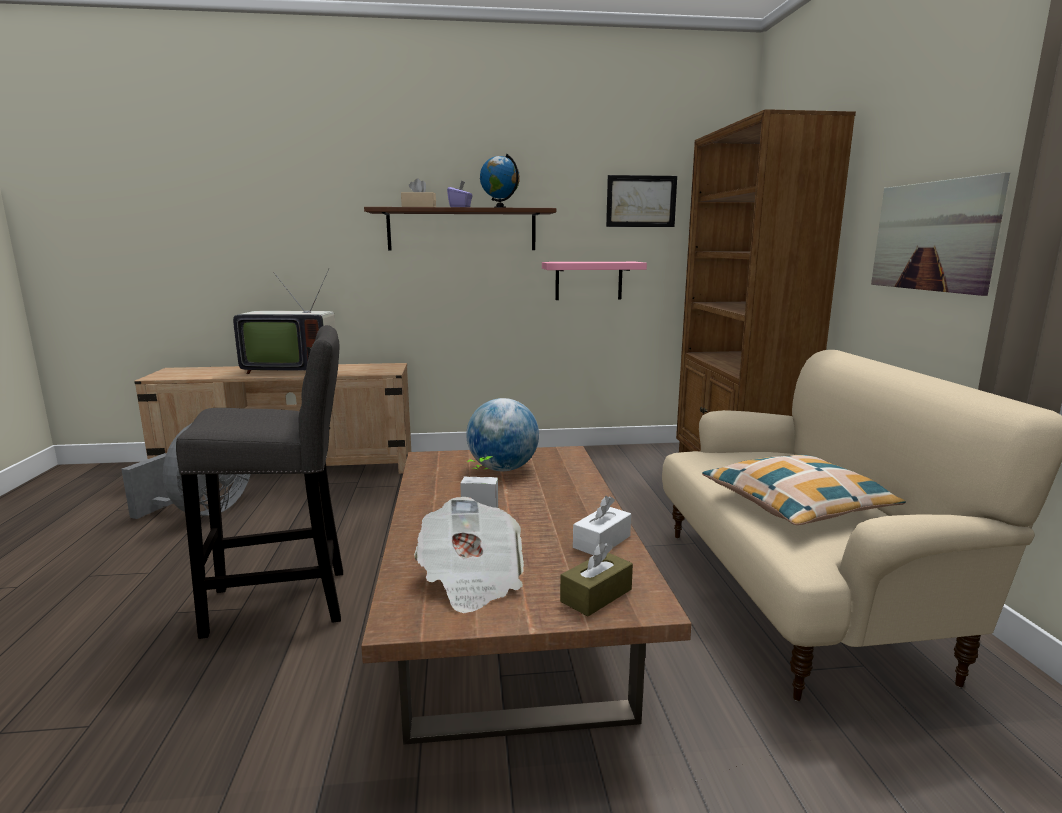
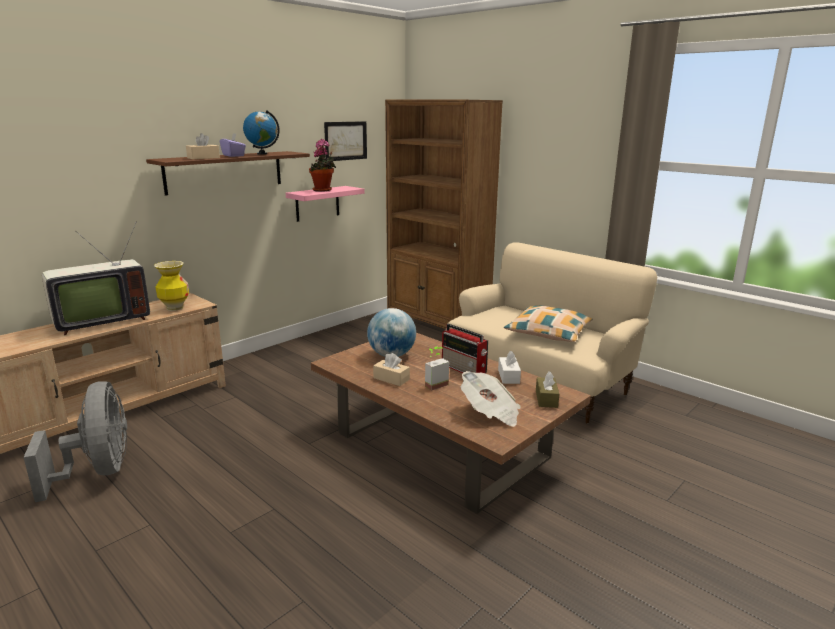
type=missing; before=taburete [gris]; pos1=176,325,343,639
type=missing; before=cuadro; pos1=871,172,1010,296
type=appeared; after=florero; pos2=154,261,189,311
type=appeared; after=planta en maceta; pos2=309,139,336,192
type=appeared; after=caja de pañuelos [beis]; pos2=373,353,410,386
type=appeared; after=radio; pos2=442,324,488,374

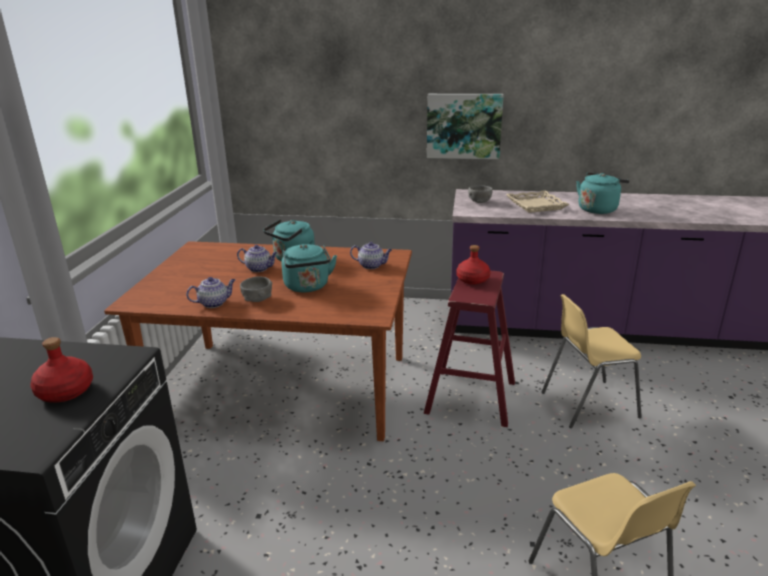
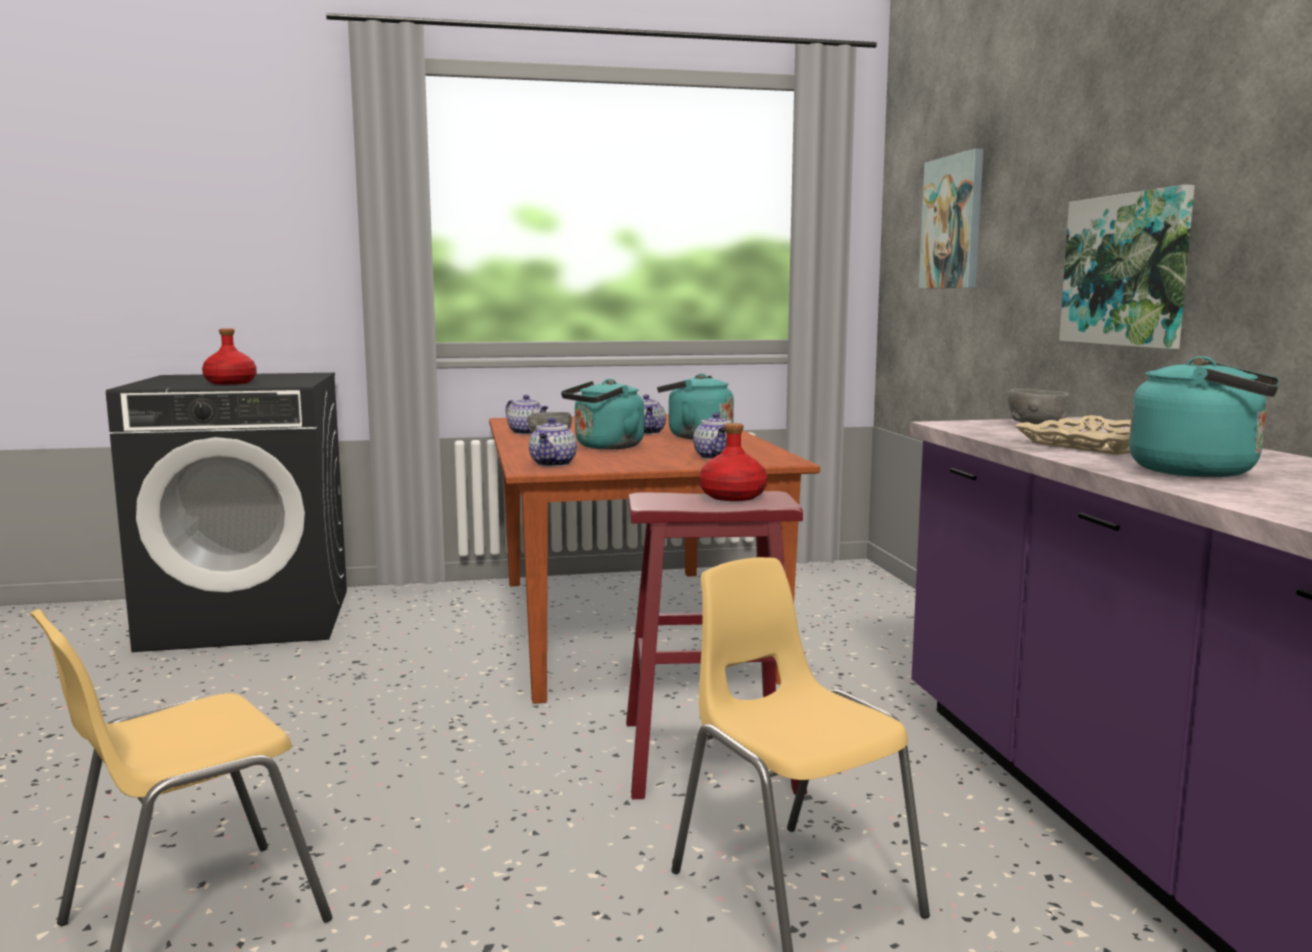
type=appeared; after=tetera; pos2=529,417,577,467
type=appeared; after=cuadro; pos2=919,149,984,289

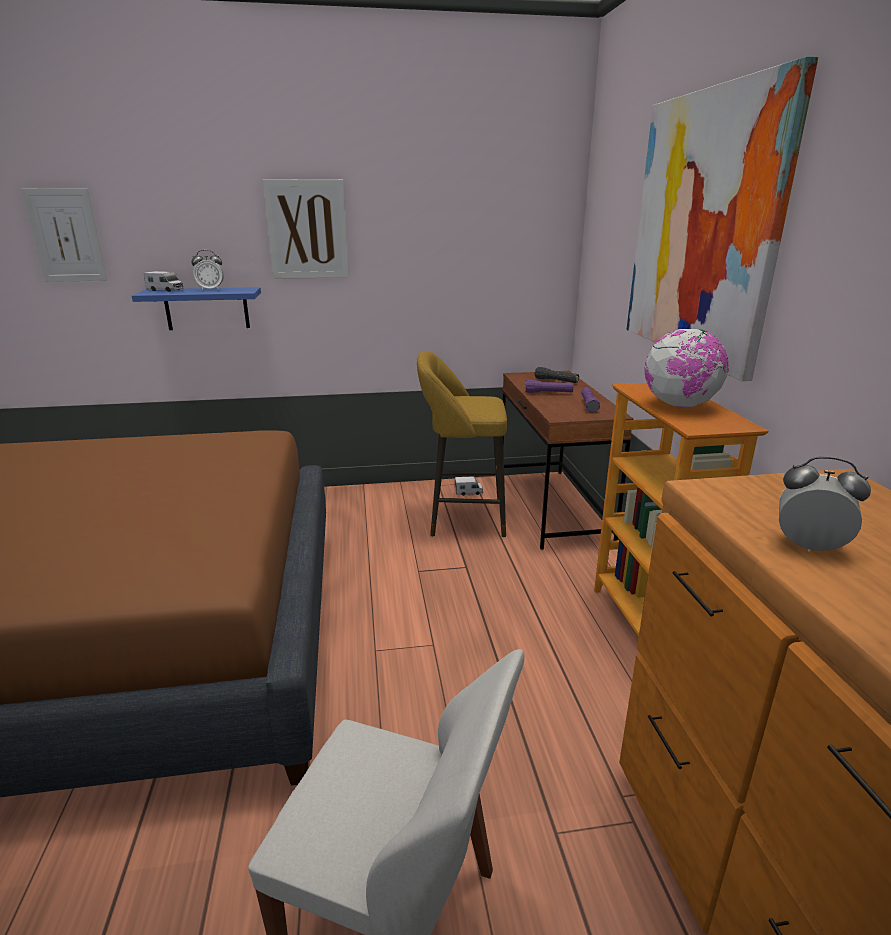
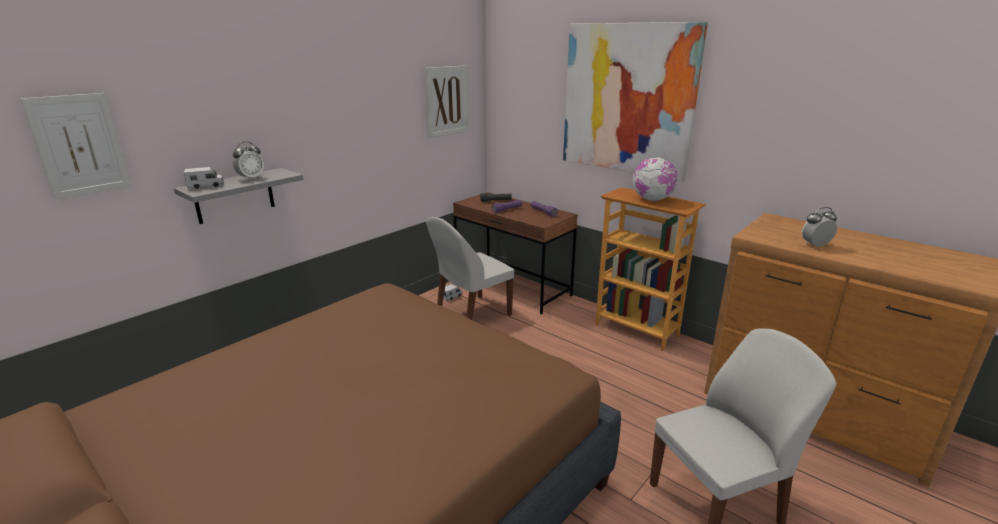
type=relocated; before=cuadro; pos1=263,179,349,279; pos2=424,65,468,138
type=exchanged; before=taburete [amarillo]; after=silla [blanco]; pos1=417,351,507,537; pos2=426,217,514,320
type=colour; before=estante [azul]; after=estante [gris]; pos1=132,287,261,330; pos2=174,168,304,224

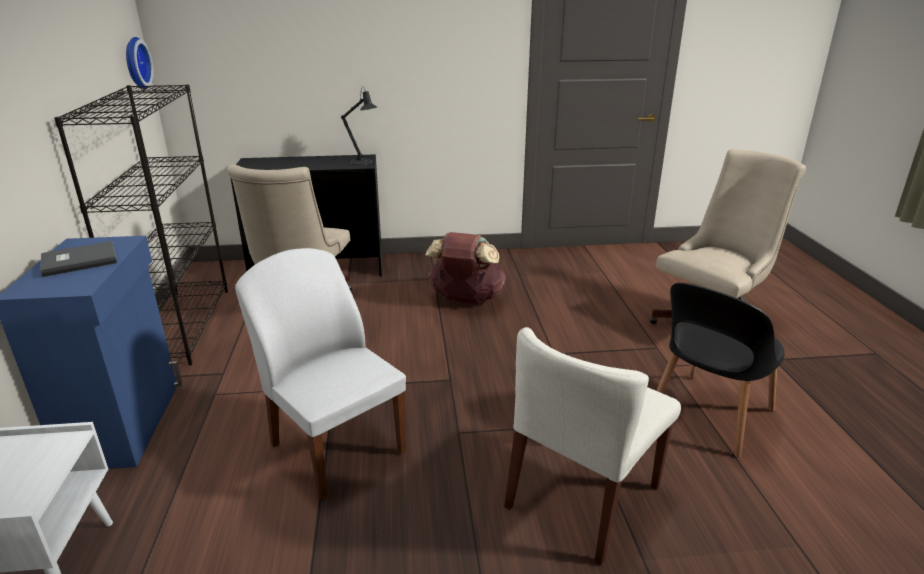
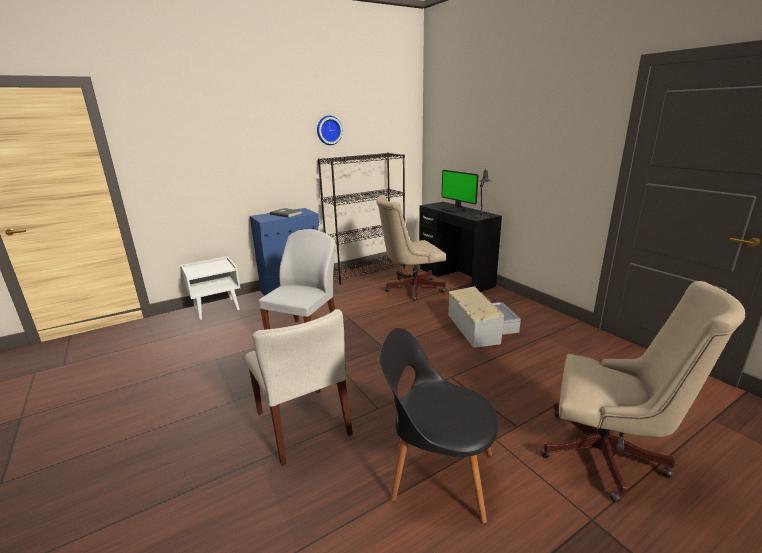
type=appeared; after=monitor; pos2=441,170,479,213
type=relocated; before=reloj de pared; pos1=126,37,153,89; pos2=317,116,343,145
type=exchanged; before=mochila [marrón]; after=caja de almacenaje [gris]; pos1=425,232,506,303; pos2=449,286,521,348
type=spun; before=silla [beis]; pos1=504,327,681,566; pos2=245,309,353,466; turn=-135

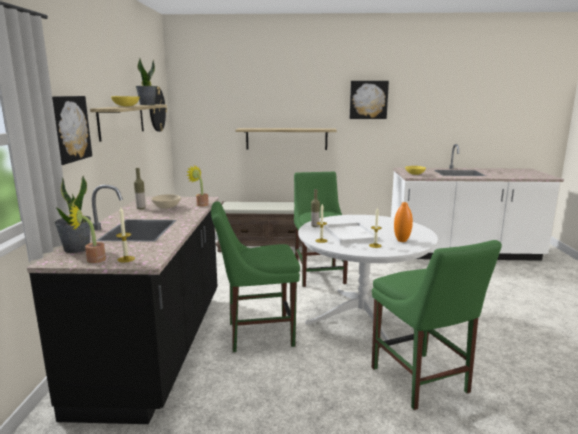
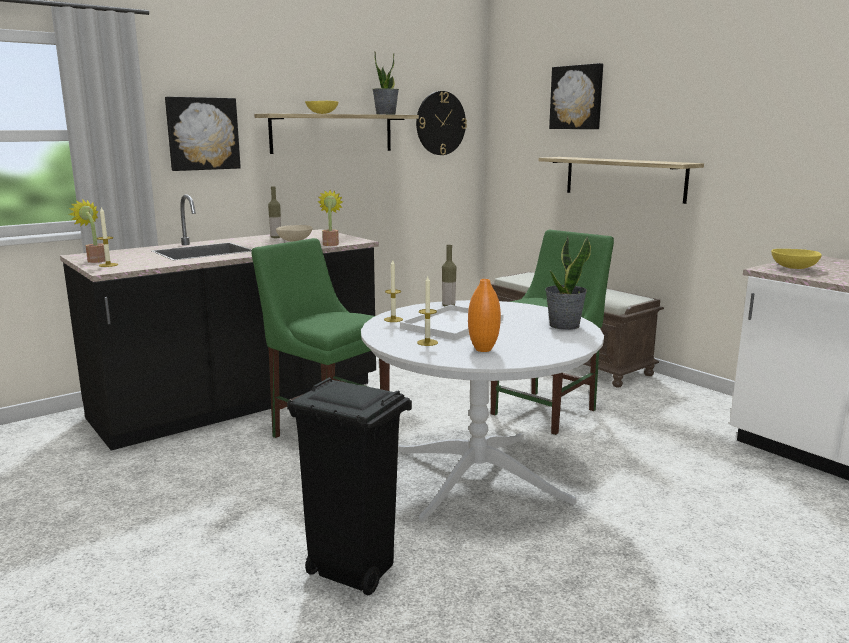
type=relocated; before=planta en maceta; pos1=54,175,91,253; pos2=545,235,591,330
type=relocated; before=cuadro; pos1=350,81,389,119; pos2=549,63,603,129
type=exchanged; before=silla [verde]; after=papelera [negro]; pos1=372,240,502,410; pos2=287,377,412,595

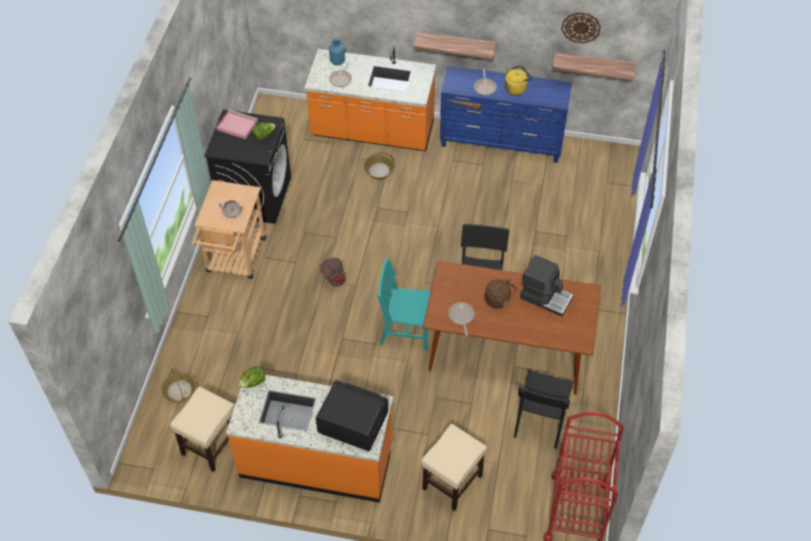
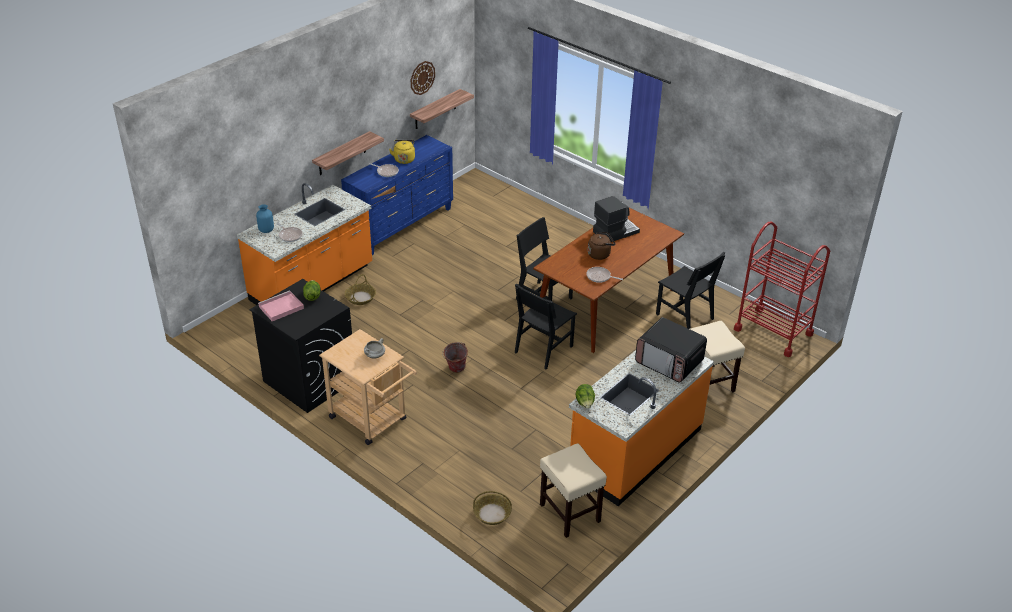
type=colour; before=silla [turquesa]; after=silla [negro]; pos1=377,258,431,350; pos2=515,283,577,369
type=spun; before=microondas; pos1=316,380,388,451; pos2=635,317,707,383; turn=-105

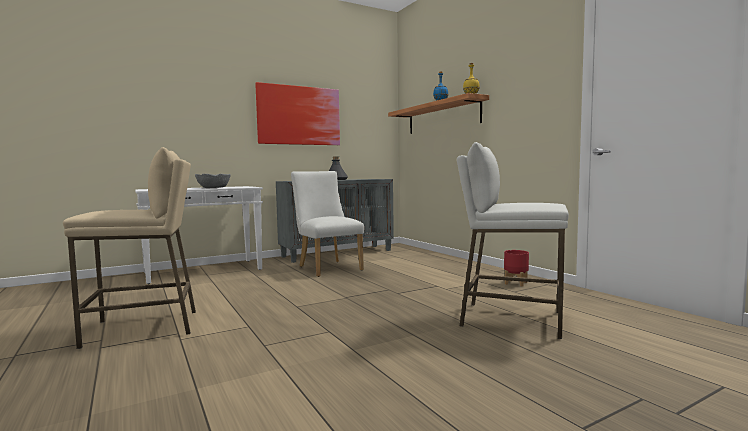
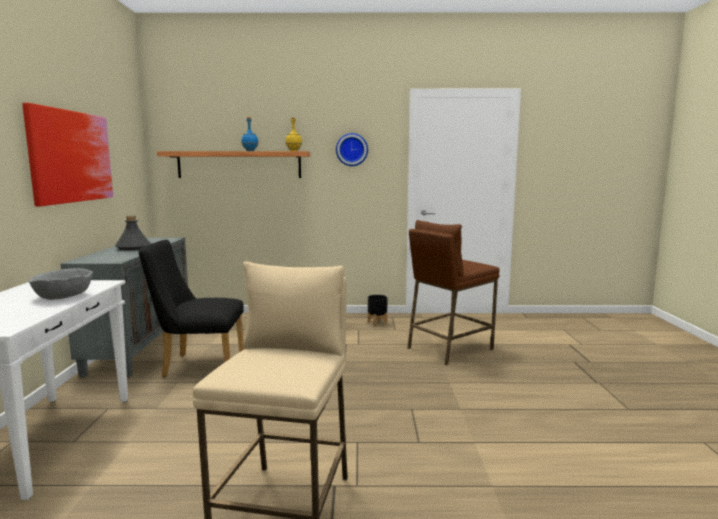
type=appeared; after=reloj de pared; pos2=336,133,368,166
type=colour; before=silla [blanco]; after=silla [negro]; pos1=291,171,364,277; pos2=139,240,244,377
type=colour; before=taburete [blanco]; after=taburete [marrón]; pos1=457,142,569,339; pos2=407,220,500,365
type=colour; before=maceta [rojo]; after=maceta [negro]; pos1=504,250,529,287; pos2=368,295,387,326

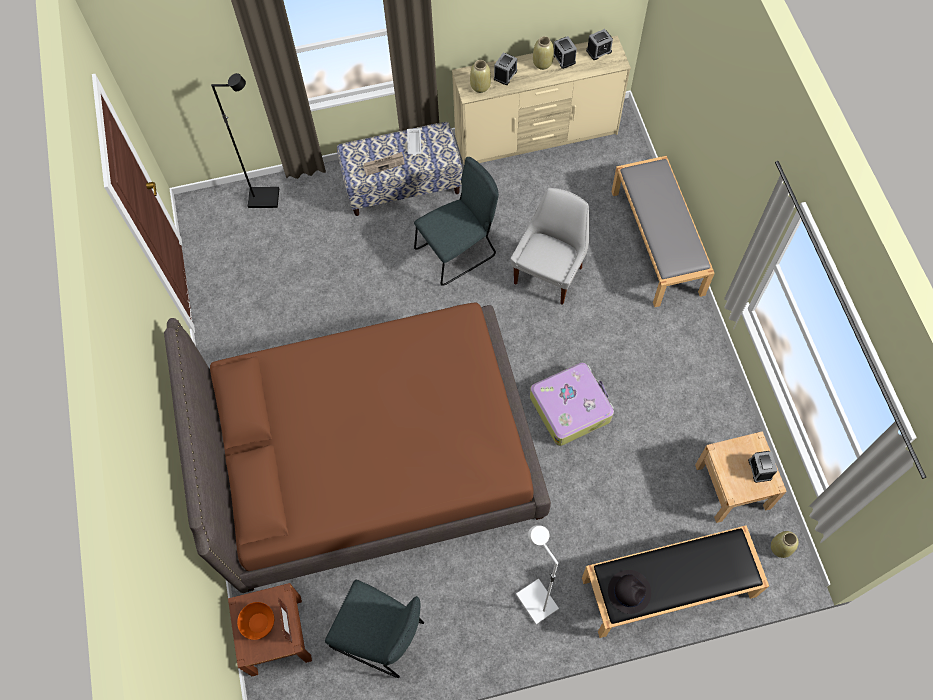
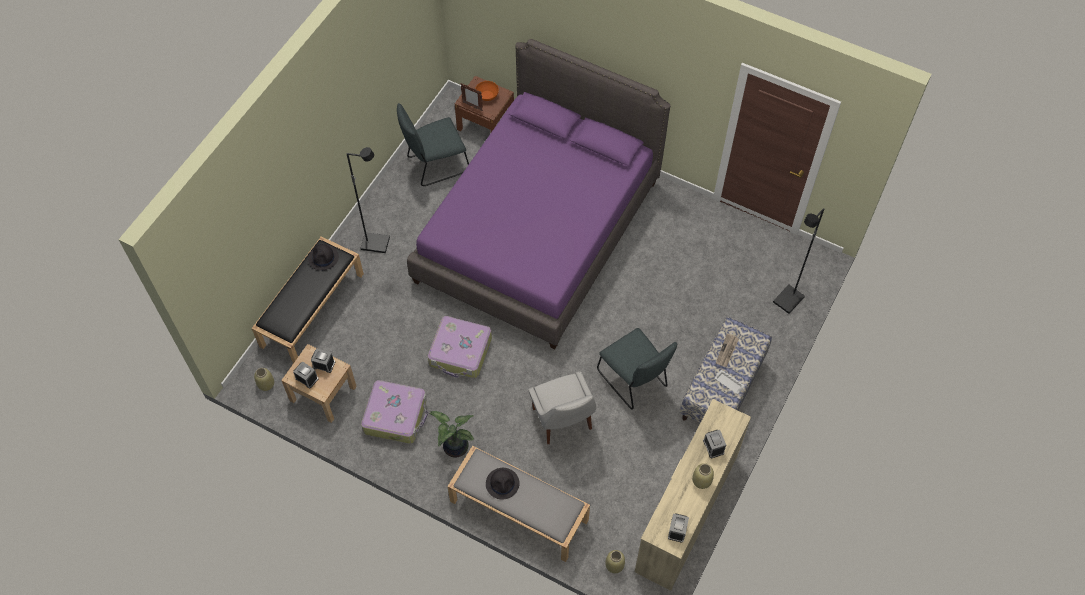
type=appeared; after=maleta; pos2=361,380,428,444
type=appeared; after=planta en maceta; pos2=430,411,474,458
type=appeared; after=sombrero [negro]; pos2=486,468,520,500
type=relocated; before=florero [beis]; pos1=470,60,491,93; pos2=605,550,625,573
type=relocated; before=despertador; pos1=554,36,577,69; pos2=311,349,335,373
type=colour; before=cama [marrón]; after=cama [morado]; pos1=164,303,551,593; pos2=407,39,670,349
type=colour; before=lámpara de pie [blanco]; after=lámpara de pie [negro]; pos1=516,525,559,624; pos2=346,147,390,253
type=spun; before=silla [gris]; pos1=414,157,499,286; pos2=597,328,677,410; turn=-45

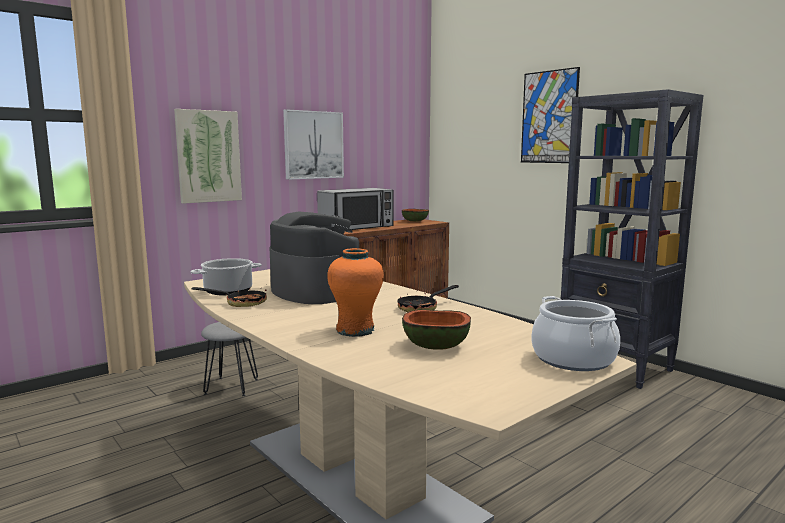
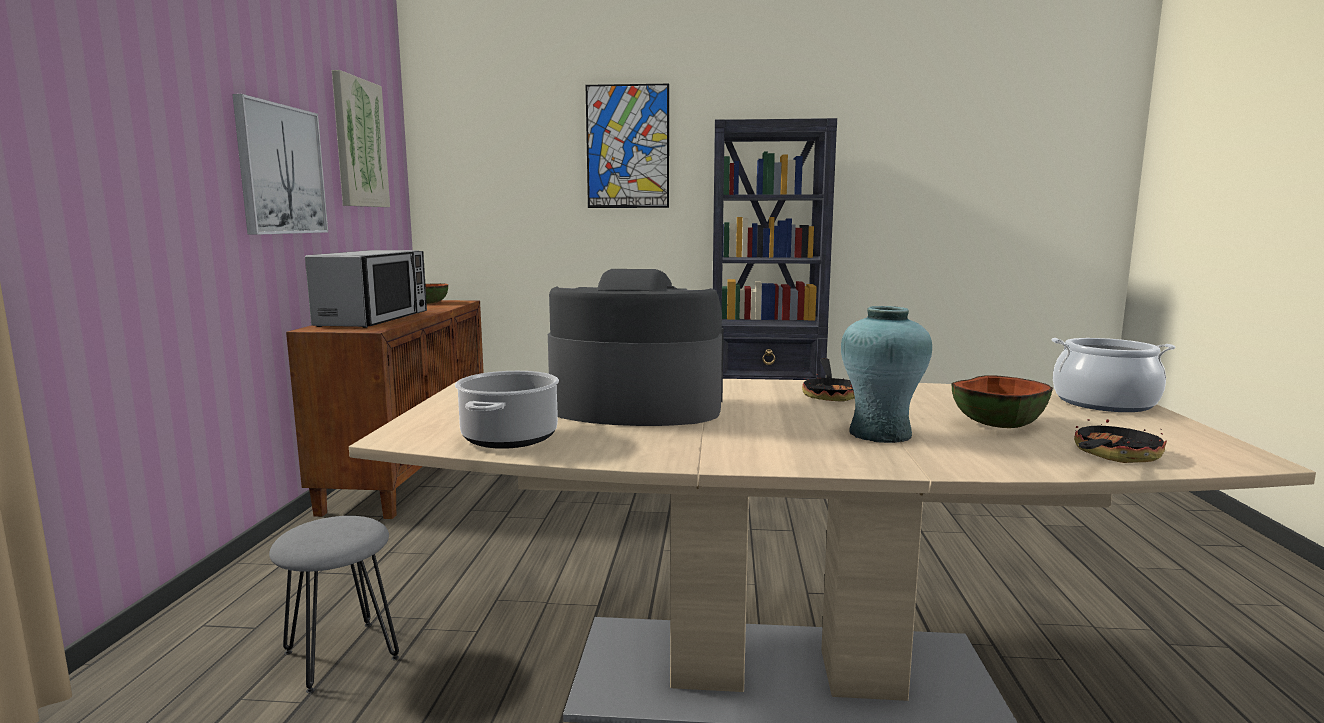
type=relocated; before=cuadro; pos1=174,109,242,204; pos2=332,70,390,207
type=relocated; before=sartén; pos1=191,287,267,307; pos2=1074,419,1167,463
type=colour; before=florero [naranja]; after=florero [turquesa]; pos1=327,248,384,337; pos2=841,306,932,443

